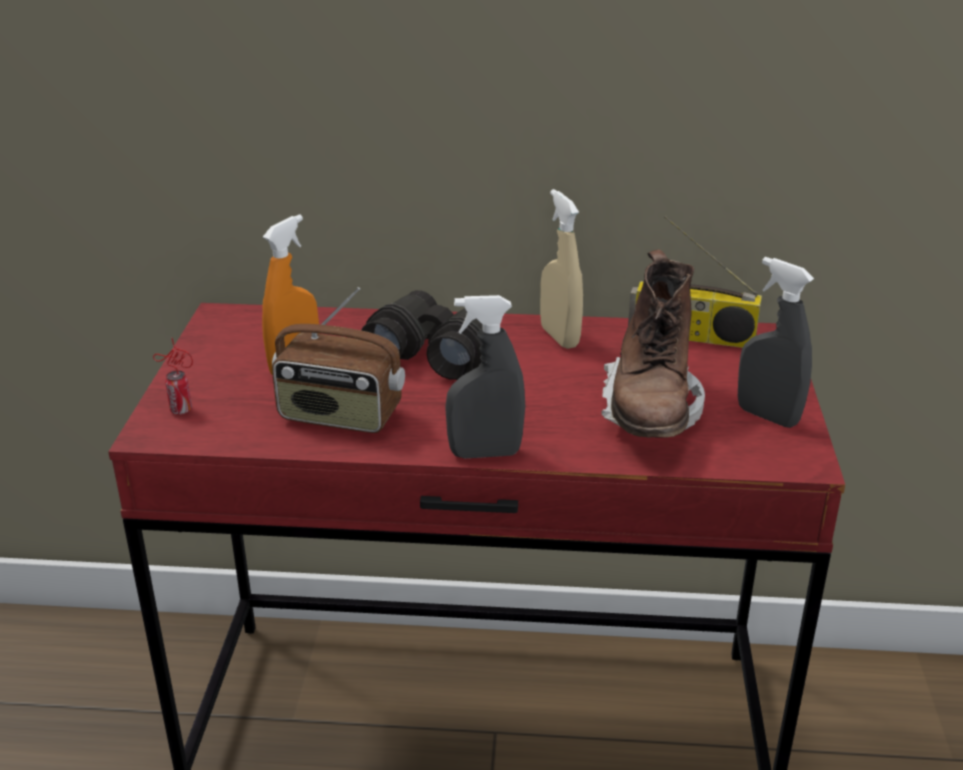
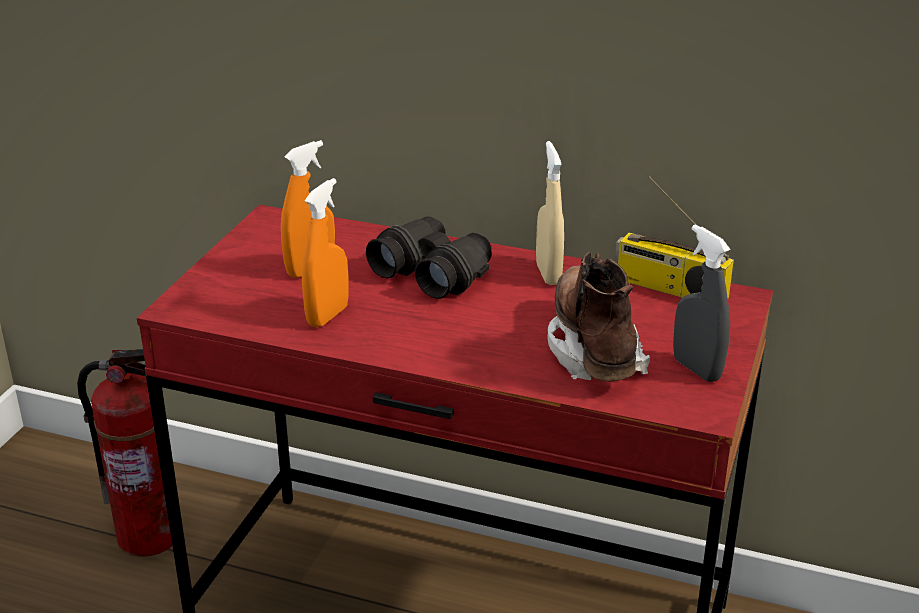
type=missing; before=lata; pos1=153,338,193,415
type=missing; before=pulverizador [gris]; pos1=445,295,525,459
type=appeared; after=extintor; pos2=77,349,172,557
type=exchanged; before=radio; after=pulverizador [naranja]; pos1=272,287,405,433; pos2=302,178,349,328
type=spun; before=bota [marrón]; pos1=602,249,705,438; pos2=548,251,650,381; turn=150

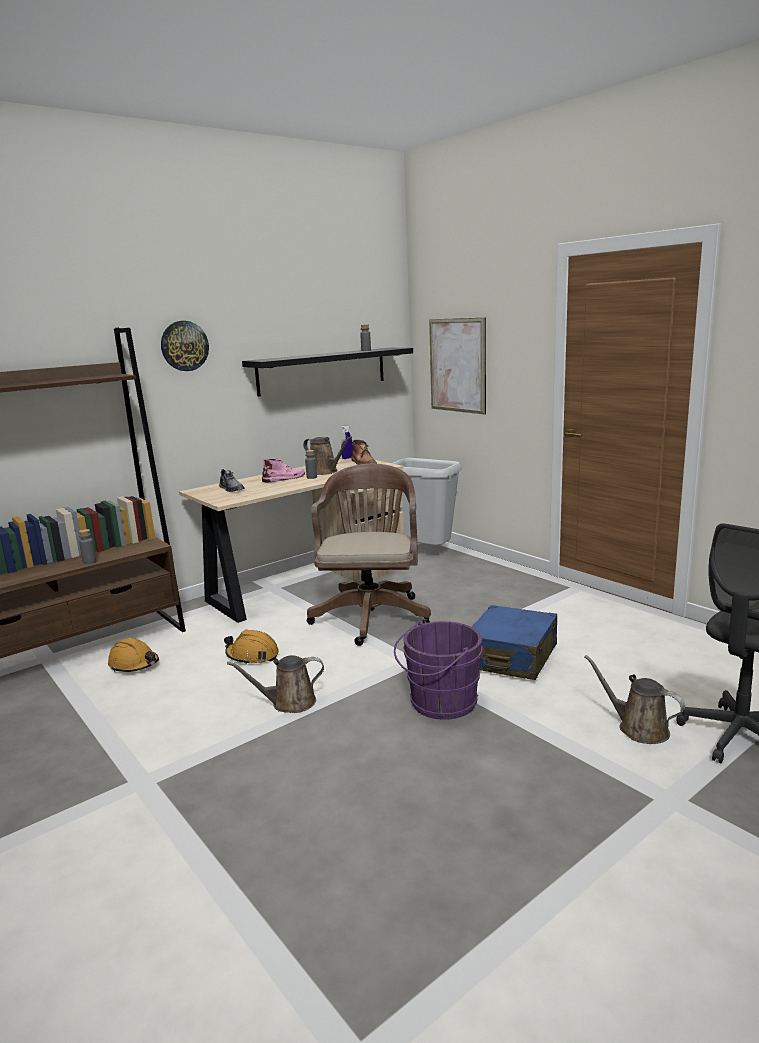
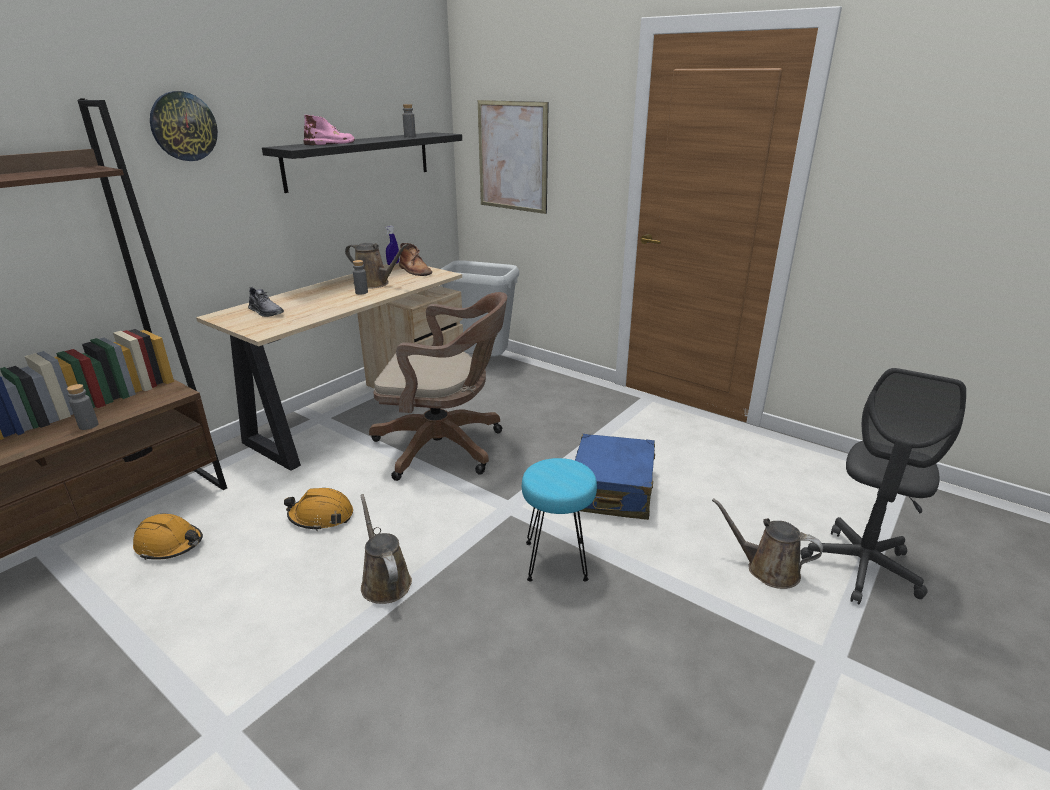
type=relocated; before=bota [rosa]; pos1=262,459,305,482; pos2=303,115,355,145
type=exchanged; before=cubo [morado]; after=taburete [turquesa]; pos1=394,620,483,720; pos2=522,458,597,581
type=spun; before=regadera [marrón]; pos1=227,655,324,713; pos2=360,494,412,604; turn=90
type=spun; before=silla de oficina [marrón]; pos1=307,464,431,646; pos2=369,292,507,481; turn=105

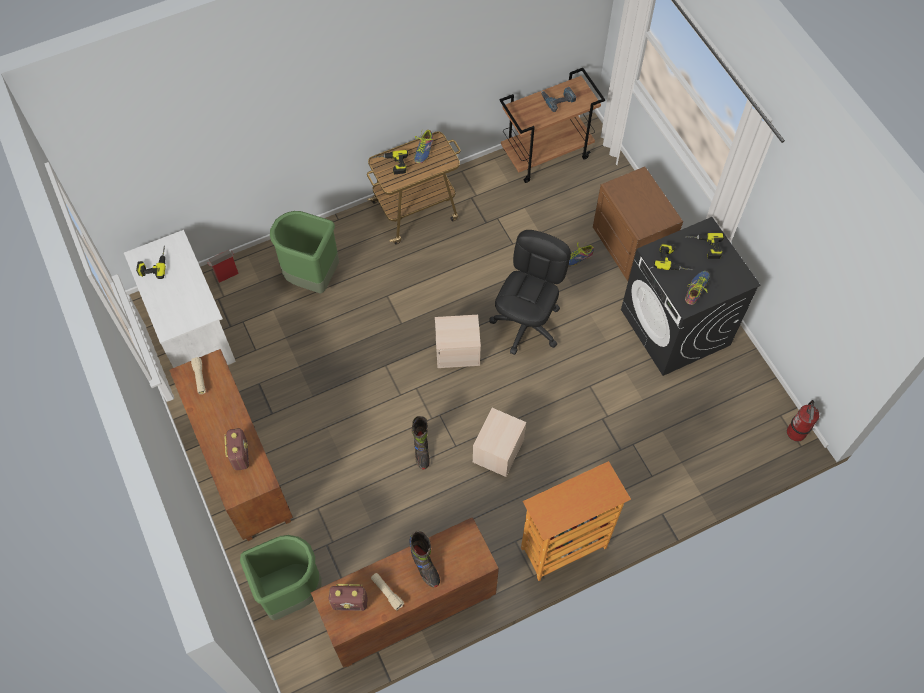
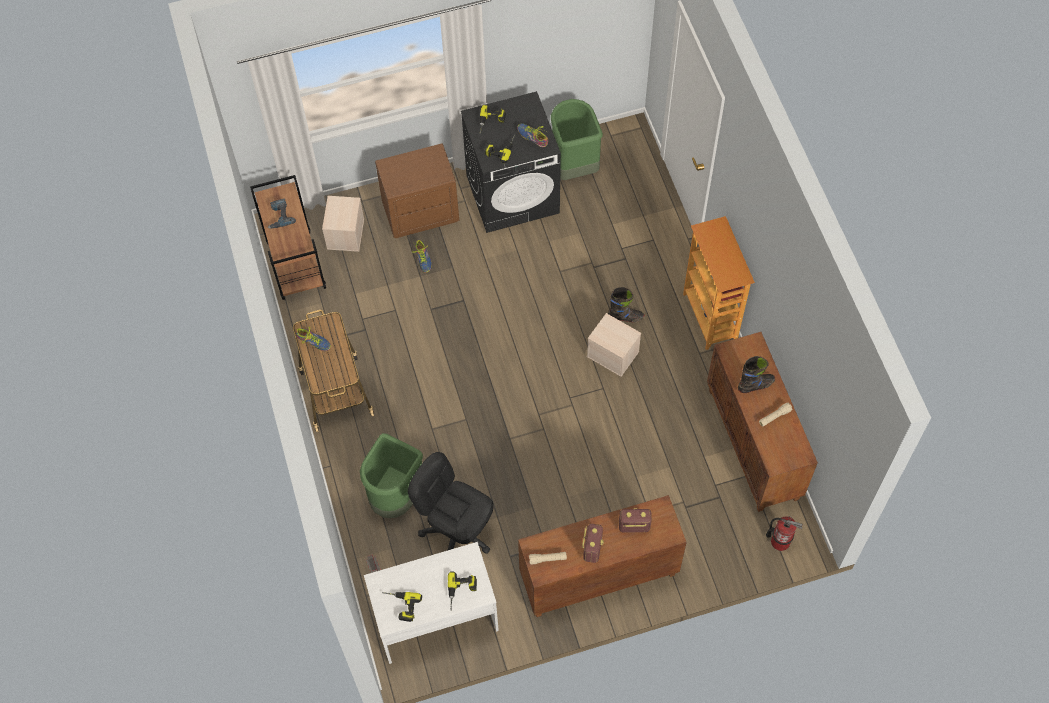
type=relocated; before=papelera [verde]; pos1=240,535,322,620; pos2=551,99,603,180
type=relocated; before=radio; pos1=329,584,368,611; pos2=582,524,604,563
type=relocated; before=taladro; pos1=372,150,408,175; pos2=448,572,477,609
type=relocated; before=bota [negro]; pos1=412,416,430,470; pos2=608,287,644,322
type=relocated; before=caja de almacenaje [beis]; pos1=435,315,481,368; pos2=322,196,364,252
type=relocated; before=silla de oficina [negro]; pos1=489,230,571,355; pos2=408,452,494,554
type=relocated; before=extintor; pos1=787,400,819,441; pos2=766,516,803,551

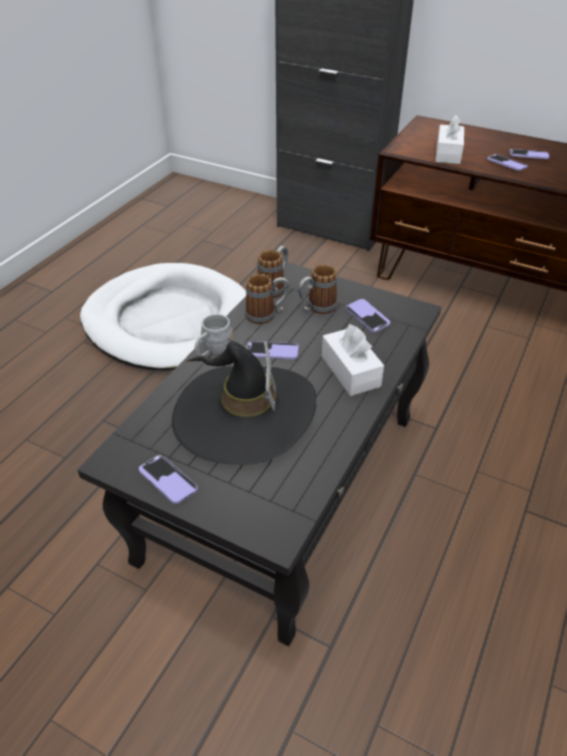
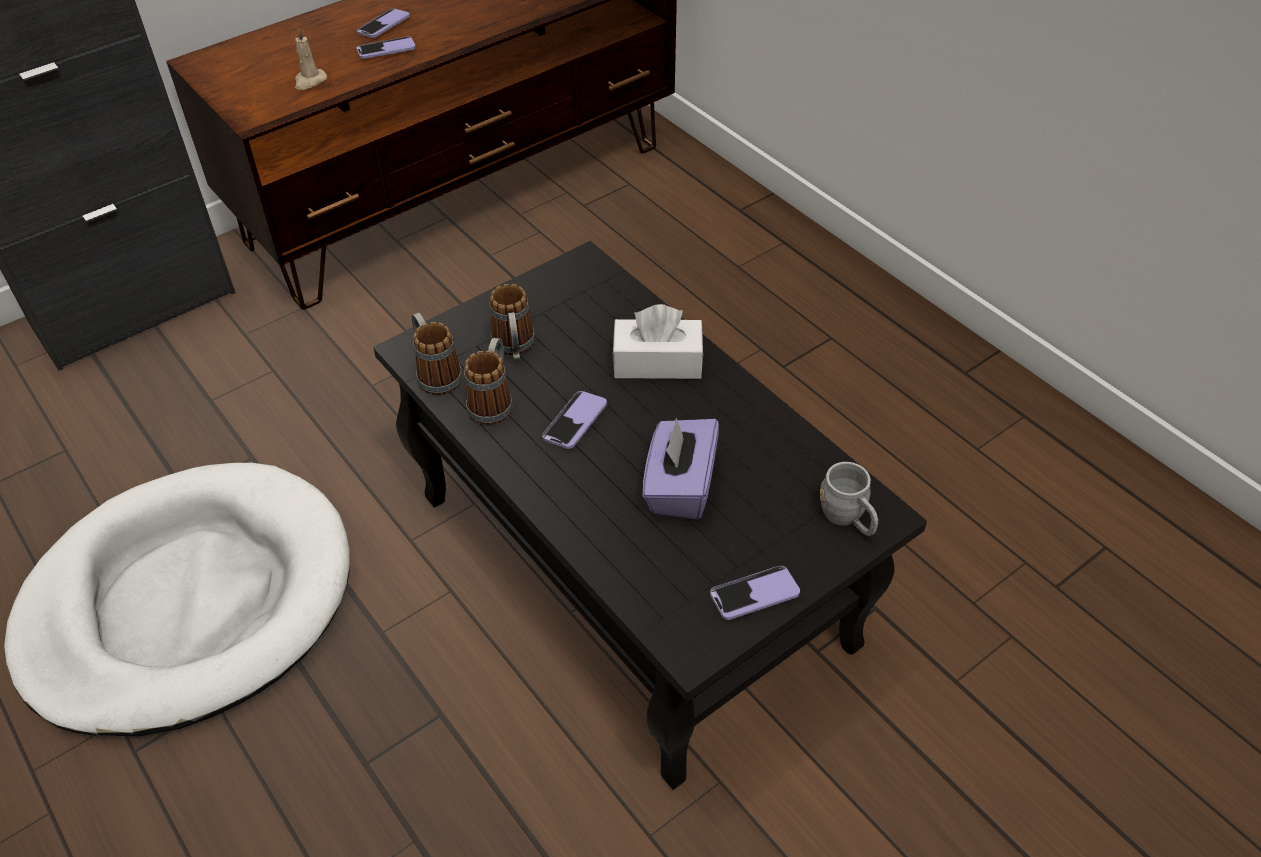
type=missing; before=móvil; pos1=346,299,390,333
type=relocated; before=taza grande [gris]; pos1=195,314,233,357; pos2=820,462,878,536
type=exchanged; before=sombrero [negro]; after=caja de pañuelos [morado]; pos1=172,341,317,465; pos2=643,418,719,519
type=exchanged; before=caja de pañuelos [blanco]; after=vela [beis]; pos1=435,115,464,164; pos2=295,27,327,90

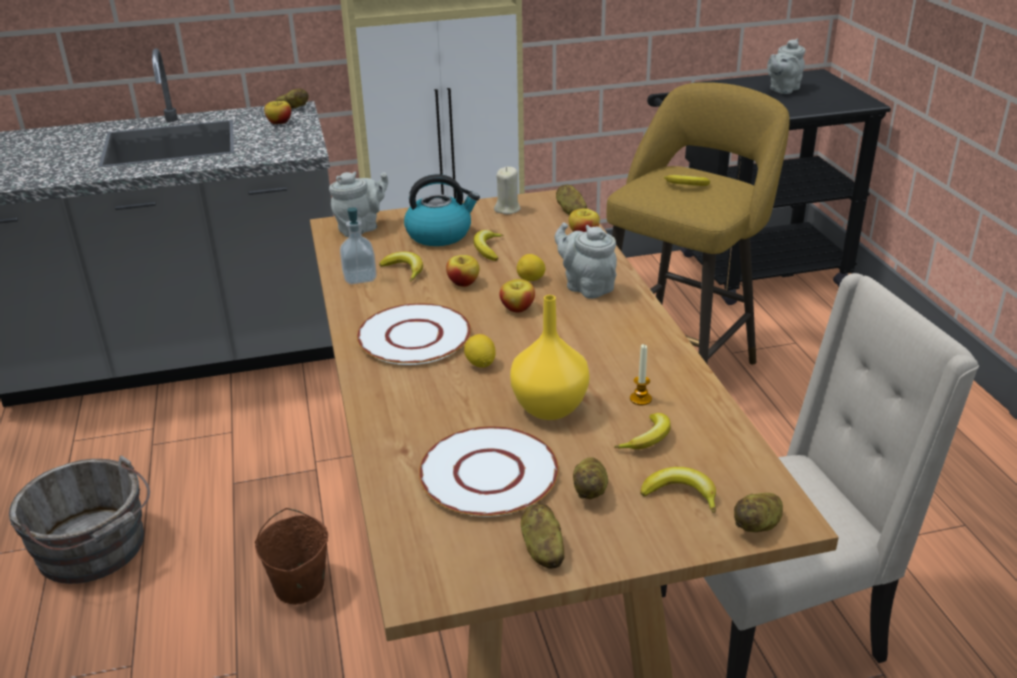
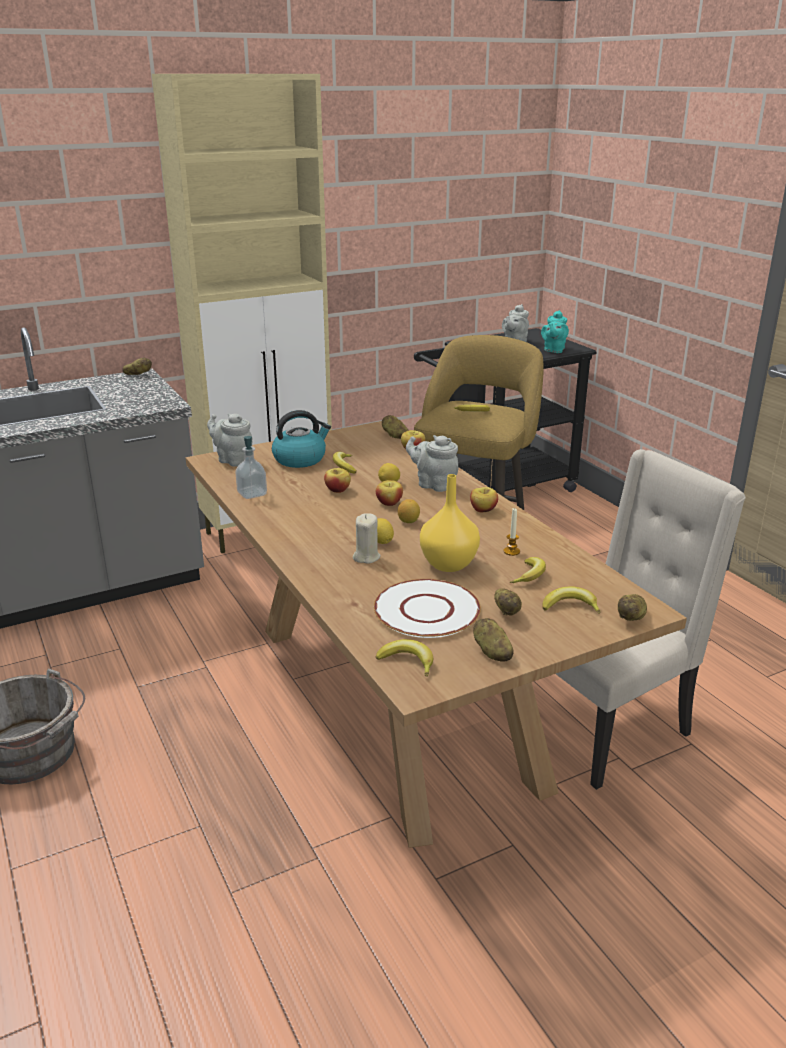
type=missing; before=cubo [marrón]; pos1=255,508,328,605
type=missing; before=plato [blanco]; pos1=357,303,471,365
type=appeared; after=limón; pos2=398,499,420,523
type=appeared; after=tetera [turquesa]; pos2=541,310,569,353
type=relocated; before=manzana; pos1=264,101,291,124; pos2=470,487,498,512
type=relocated; before=plátano; pos1=379,252,423,281; pos2=376,639,433,677
type=relocated; before=vela [beis]; pos1=494,167,521,215; pos2=353,513,381,564
type=spun; before=tetera [gris]; pos1=329,171,388,237; pos2=207,413,253,467; turn=-90

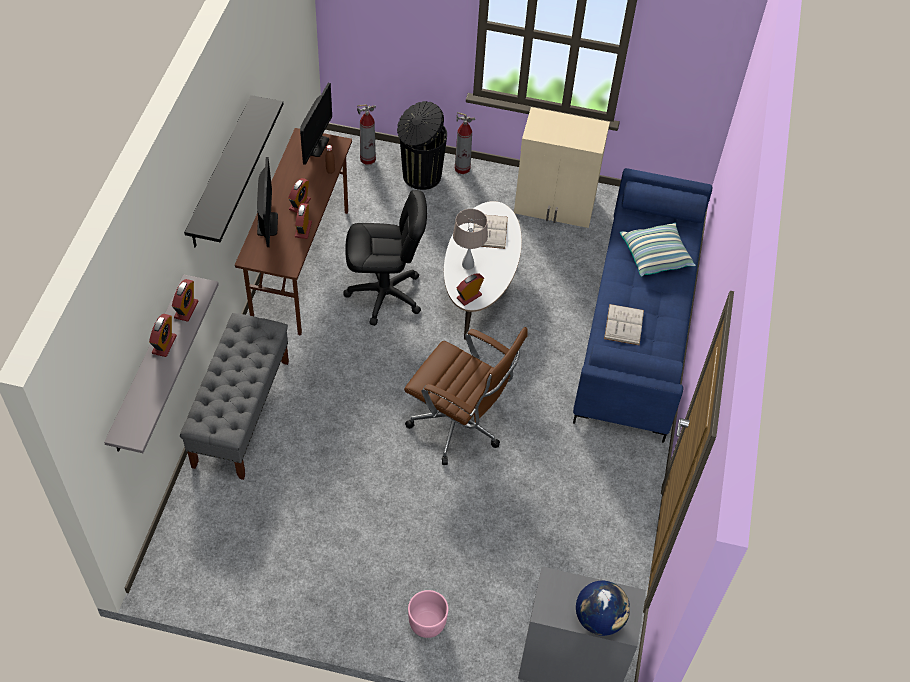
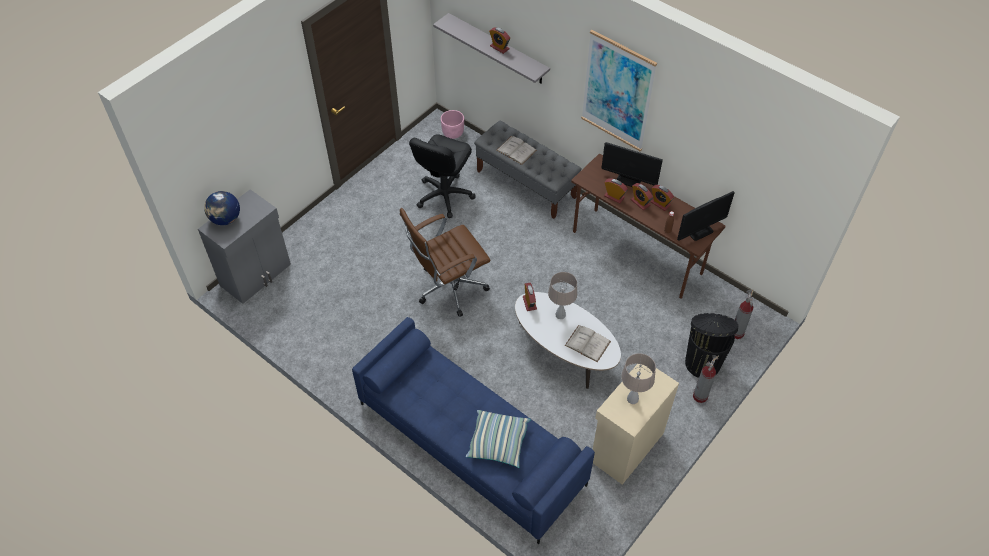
type=appeared; after=lámpara de mesa [beis]; pos2=621,353,656,404
type=relocated; before=despertador; pos1=172,279,198,322; pos2=650,185,674,211
type=relocated; before=silla de oficina [negro]; pos1=343,190,427,326; pos2=409,134,476,218
type=relocated; before=maceta [rosa]; pos1=408,590,448,638; pos2=441,110,464,139
type=relocated; before=libro [blanco]; pos1=604,304,644,345; pos2=496,136,537,165
type=exchanged; before=estante [negro]; after=cuadro; pos1=184,95,283,248; pos2=581,30,657,151
type=spun; before=monitor; pos1=300,83,332,165; pos2=677,191,735,241; turn=-75

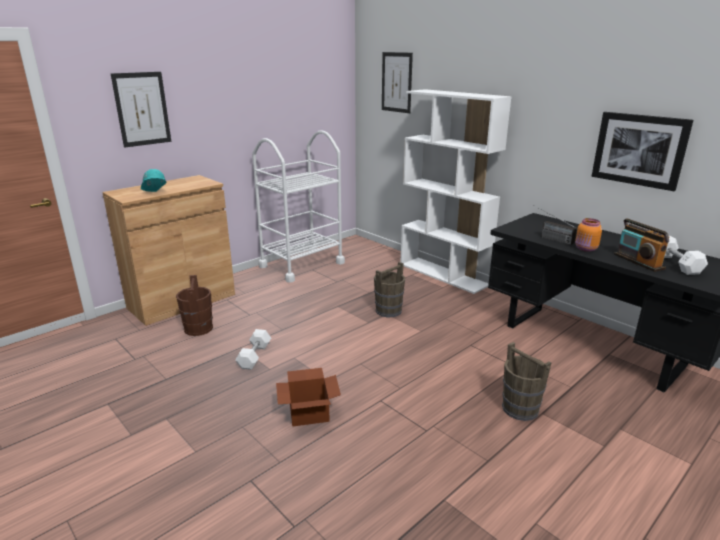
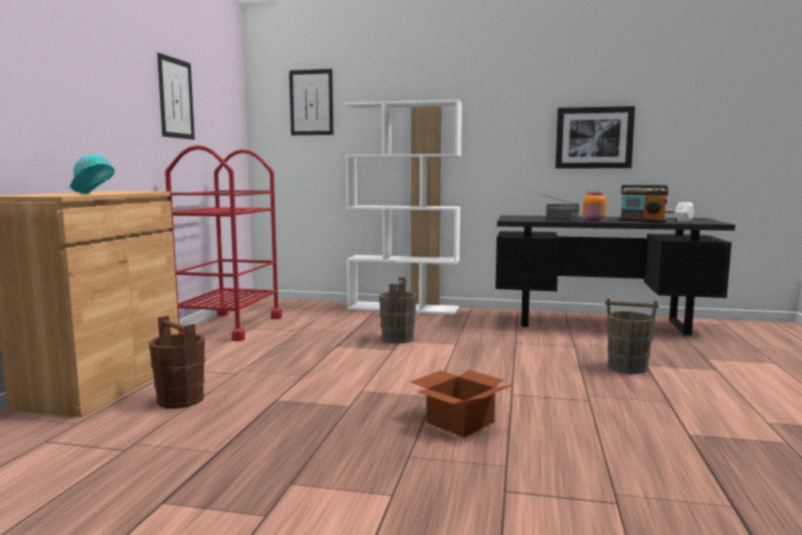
type=missing; before=mancuerna [blanco]; pos1=235,329,271,370
type=relocated; before=cuadro; pos1=111,72,171,148; pos2=157,53,195,140
type=colour; before=carrito [blanco]; after=carrito [rojo]; pos1=252,130,345,283; pos2=165,145,282,341

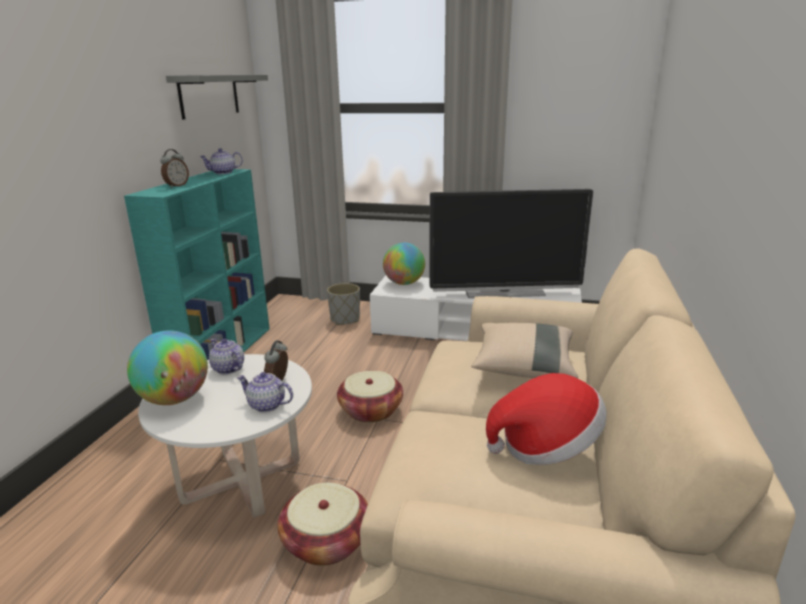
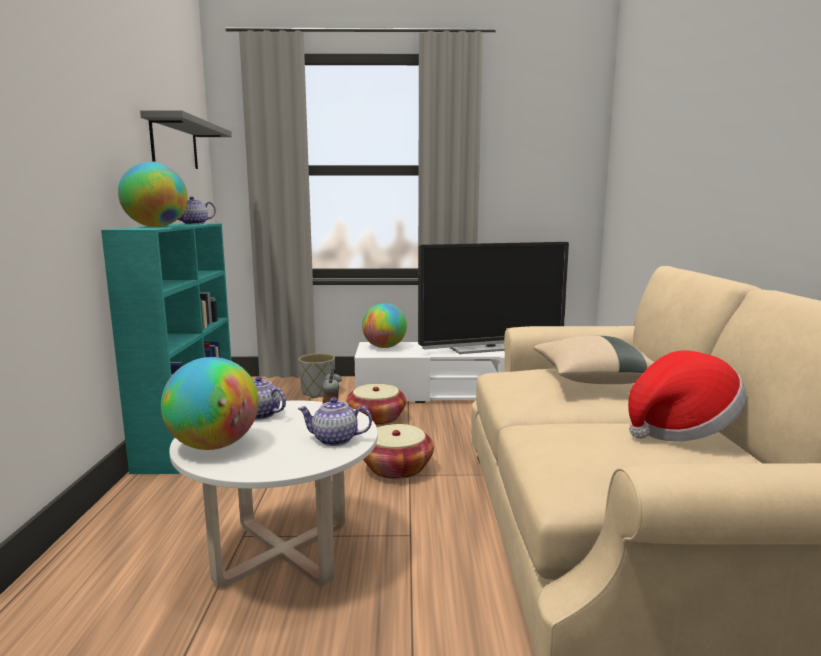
type=relocated; before=cesta; pos1=278,483,368,566; pos2=346,384,406,426
type=exchanged; before=despertador; after=globo terráqueo; pos1=160,149,189,188; pos2=118,162,188,227

